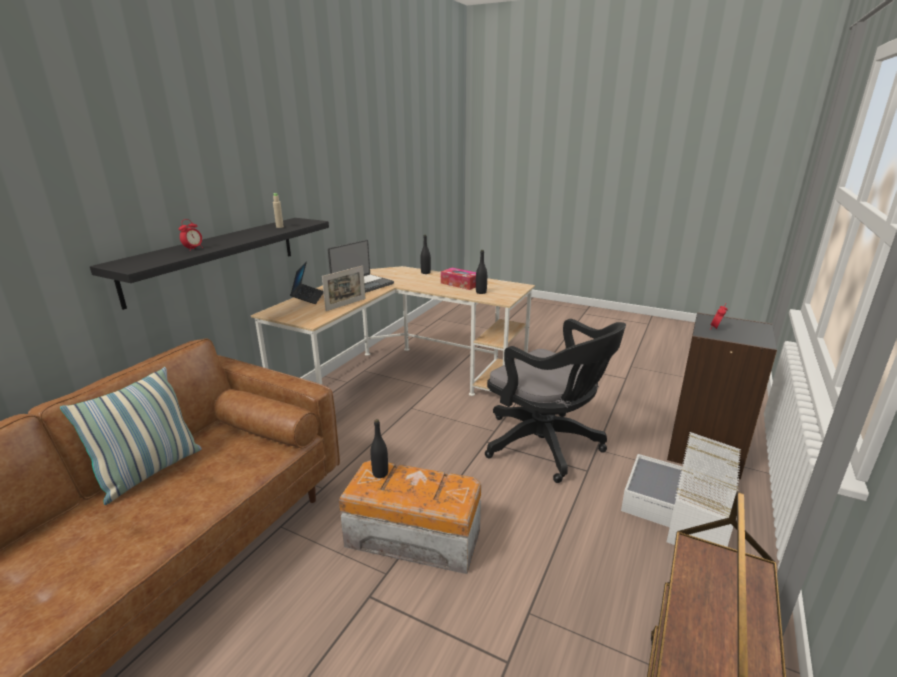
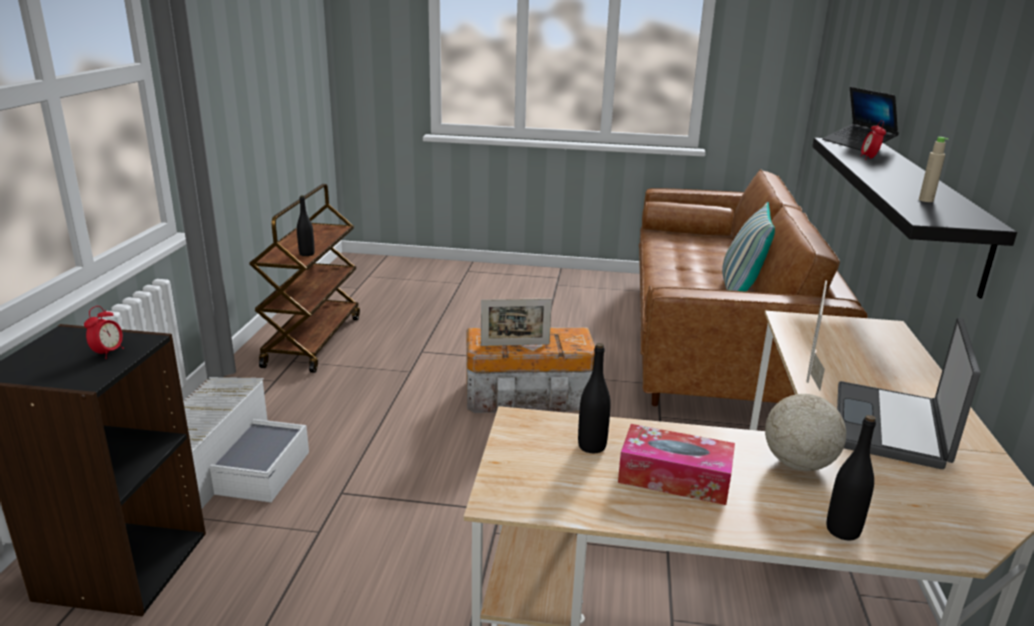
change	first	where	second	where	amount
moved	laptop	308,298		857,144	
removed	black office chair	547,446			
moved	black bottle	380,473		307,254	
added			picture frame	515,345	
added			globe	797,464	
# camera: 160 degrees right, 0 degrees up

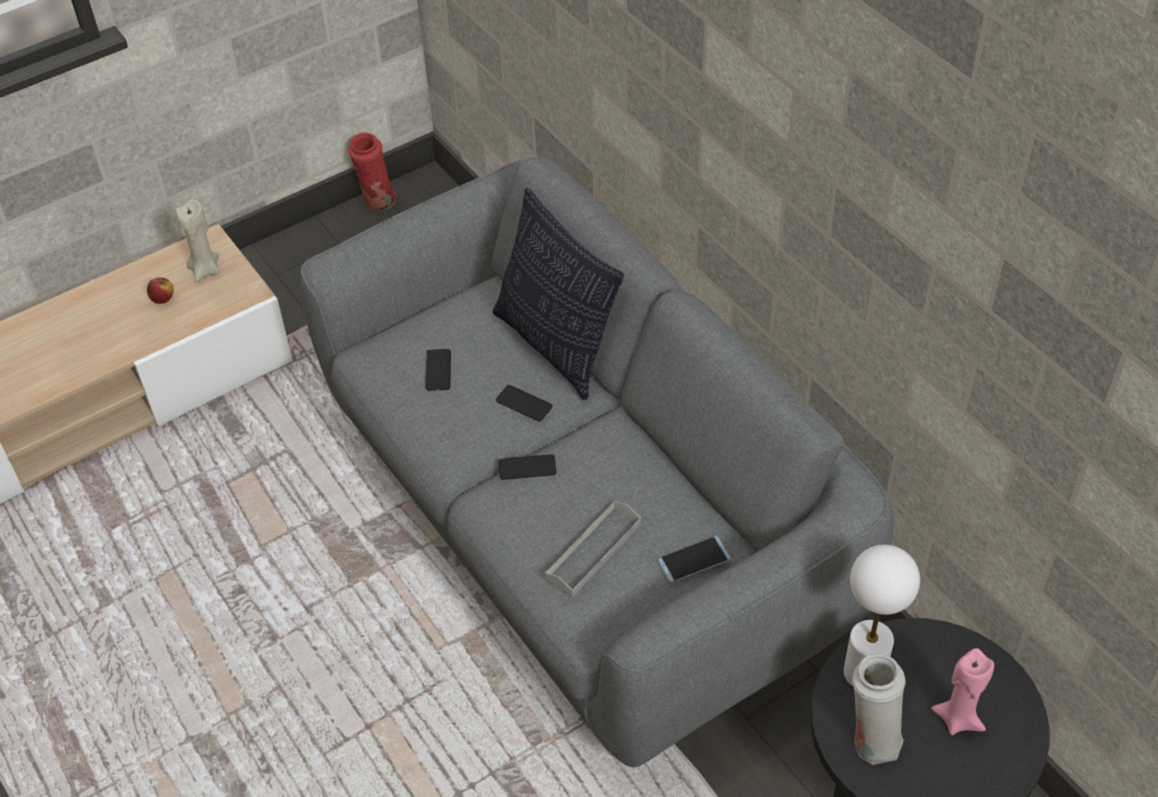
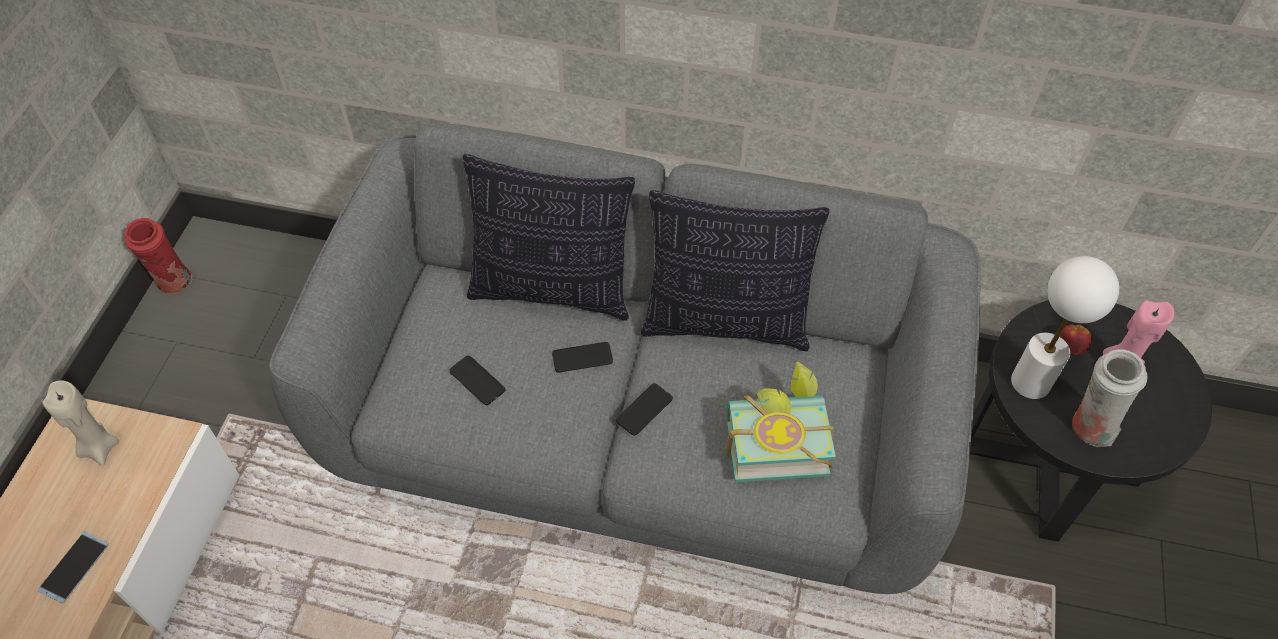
change	first	where	second	where	amount
moved	apple	163,299		1069,347	
replaced	grey tray	593,551	book	774,438	
moved	phone	693,560		74,567	
added			pillow	726,323	
# camera: 45 degrees left, 5 degrees up

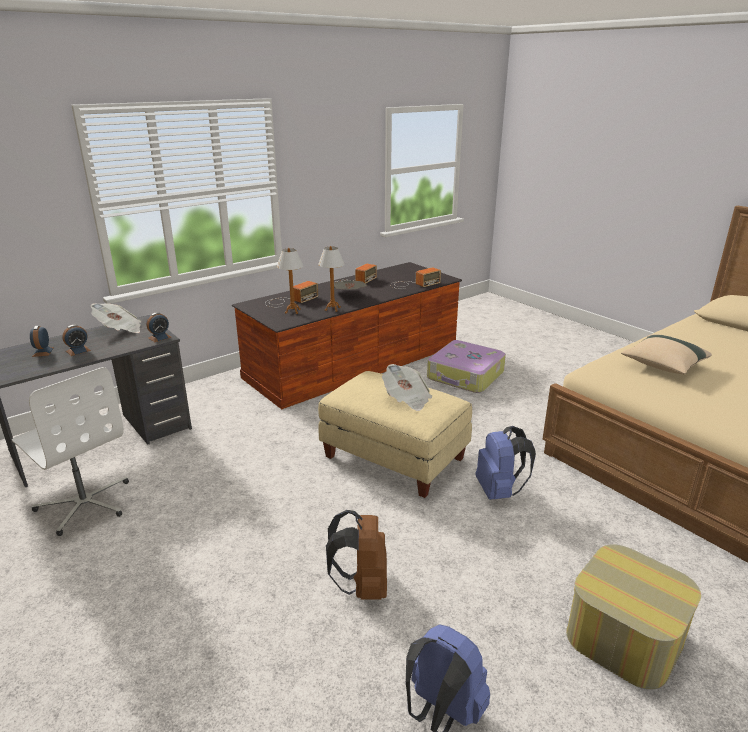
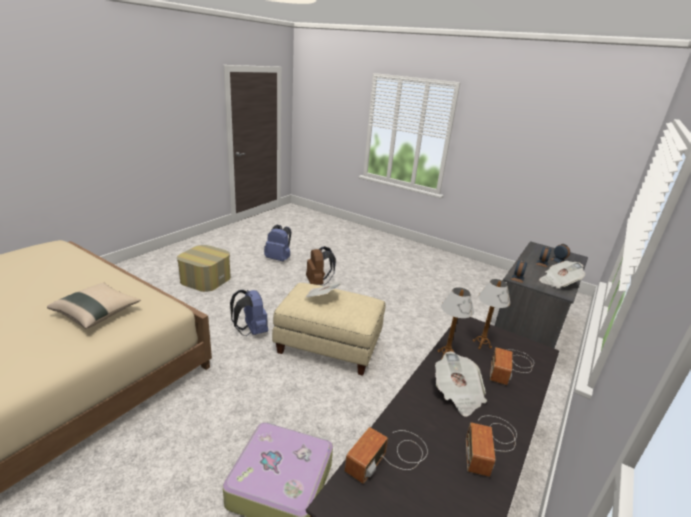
change	first	where	second	where	amount
removed	white office chair	85,503			
# camera: 160 degrees right, 0 degrees up

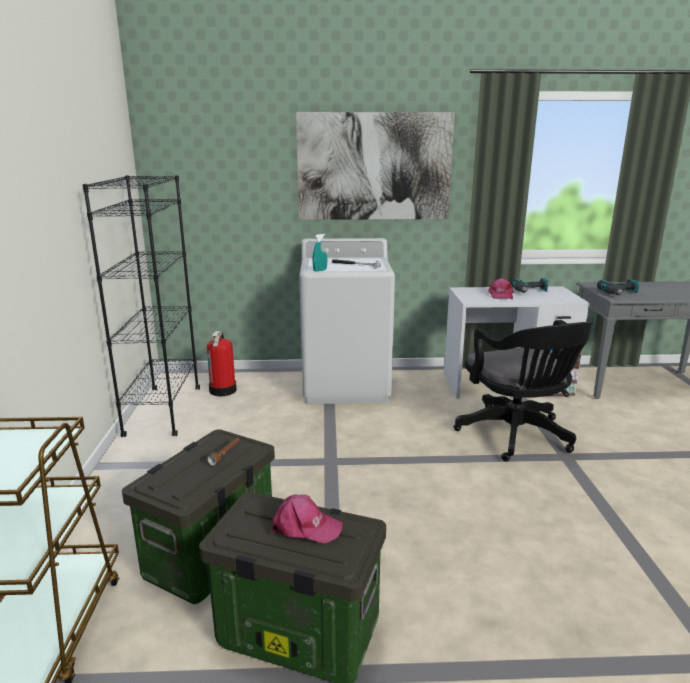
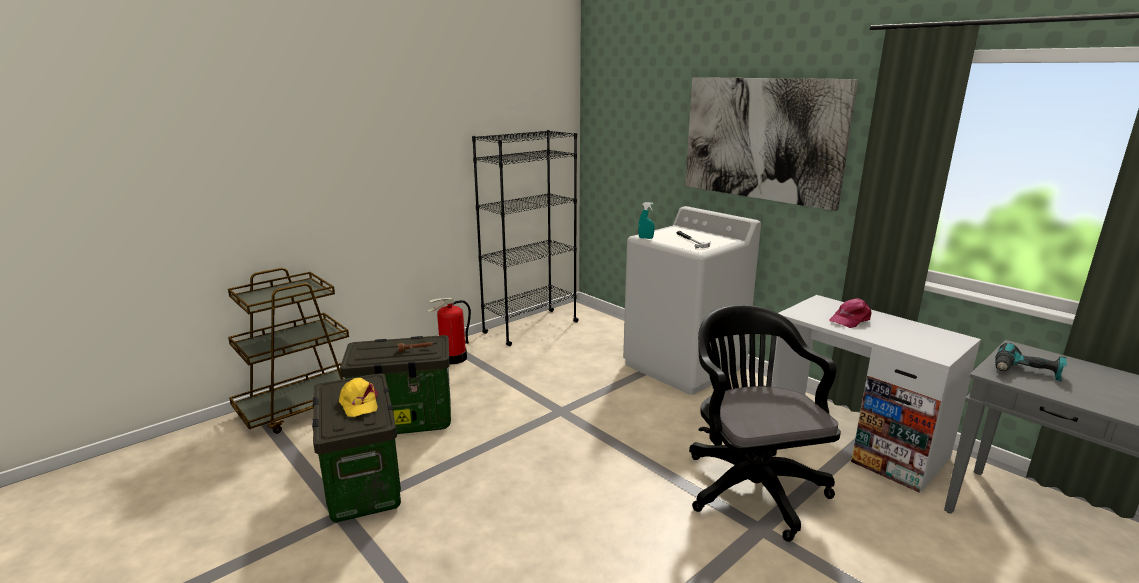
change	first	where	second	where	amount
removed	power drill	530,291			
turned	black office chair	517,436		750,484	135 degrees clockwise
moved	fire extinguisher	223,390		453,358	
recoloured	pink cap	305,527	yellow cap	359,403	
# camera: 50 degrees right, 0 degrees up

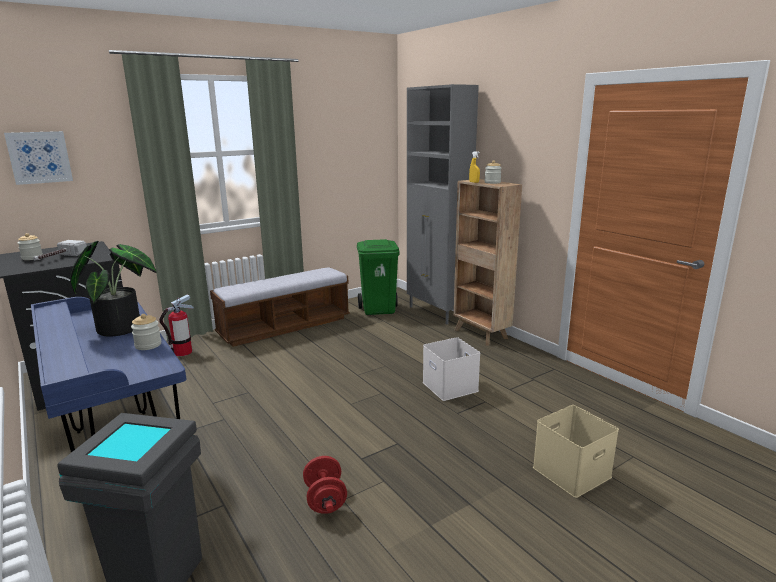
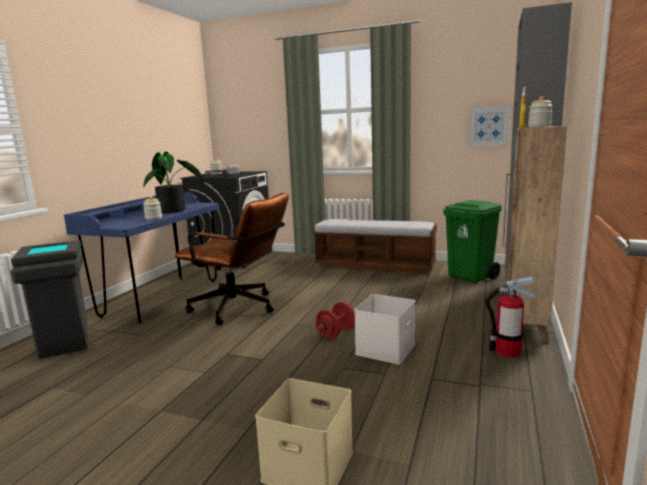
change	first	where	second	where	amount
moved	picture	39,157		488,126	
moved	fire extinguisher	182,352		507,351	
moved	red dumbbell	325,499		336,333	
added			brown office chair	240,308	
# camera: 55 degrees right, 5 degrees down

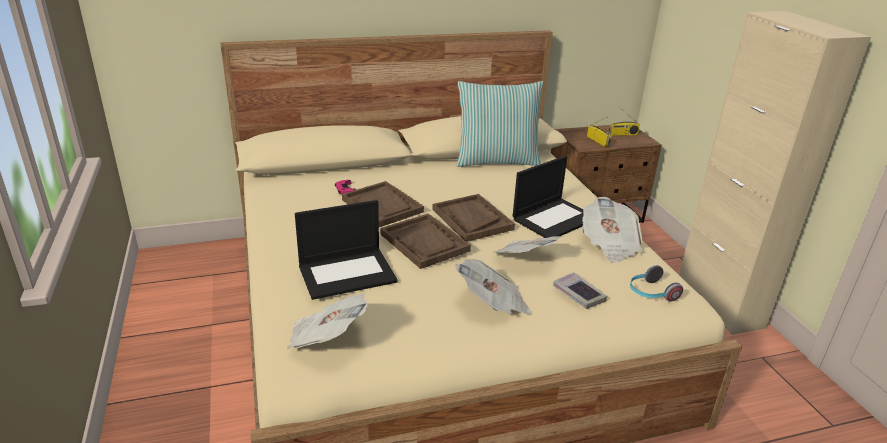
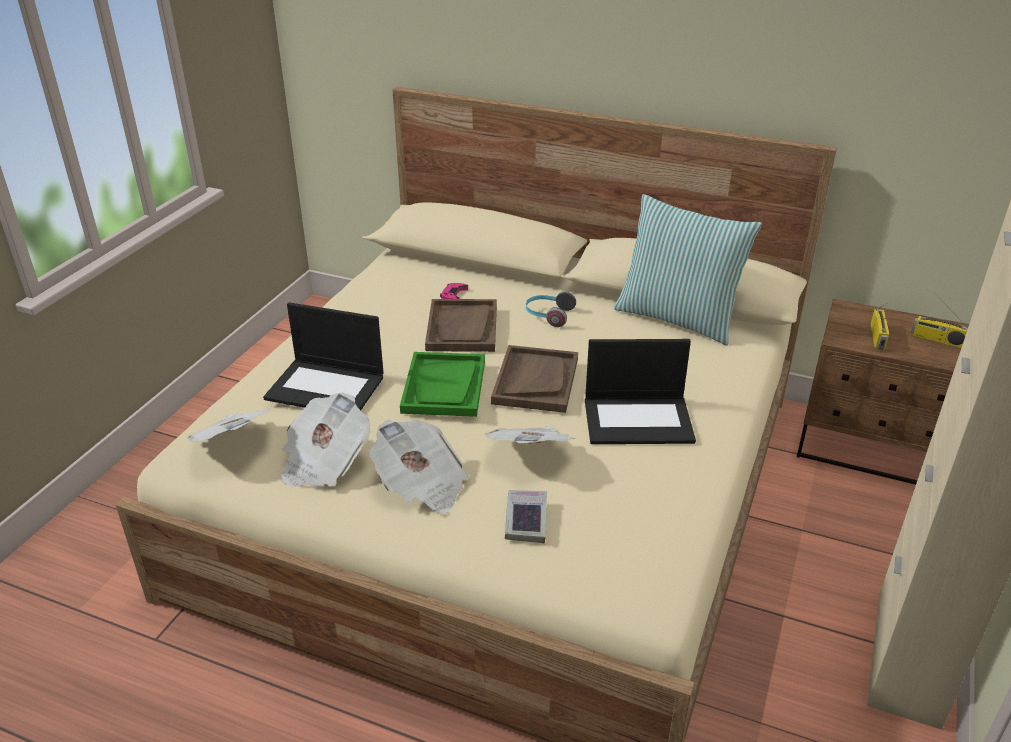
change	first	where	second	where	amount
moved	newspaper	609,245		324,462	
recoloured	brown tray	424,242	green tray	444,387	
moved	headphones	650,293		548,316	
# camera: 40 degrees right, 5 degrees up

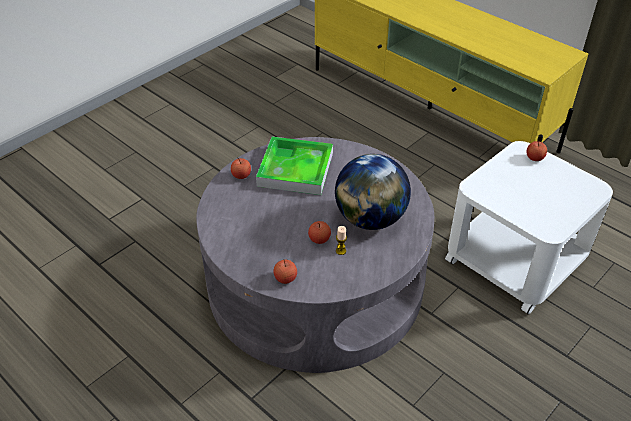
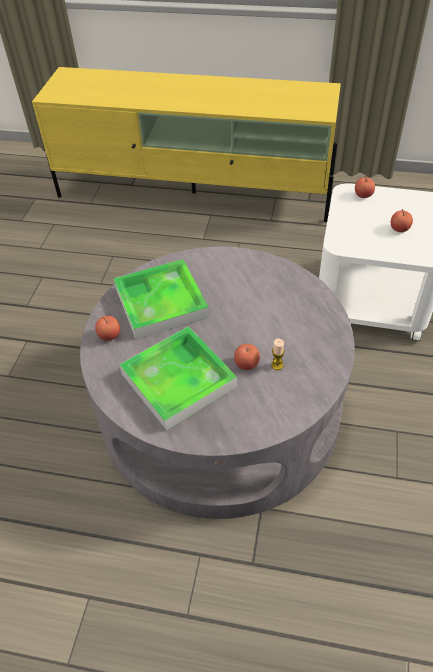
change	first	where	second	where	amount
removed	globe	370,219			
moved	apple	285,278		399,229	
added			tray	178,380	
# camera: 30 degrees left, 5 degrees up

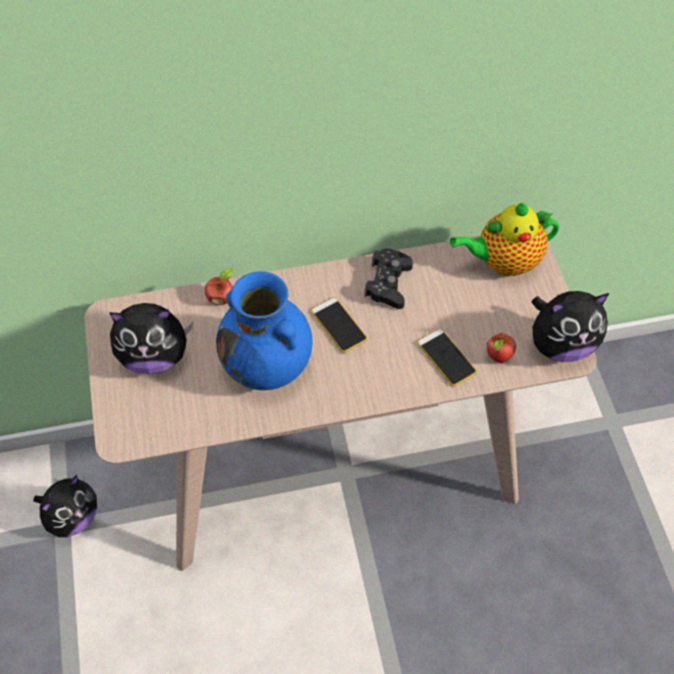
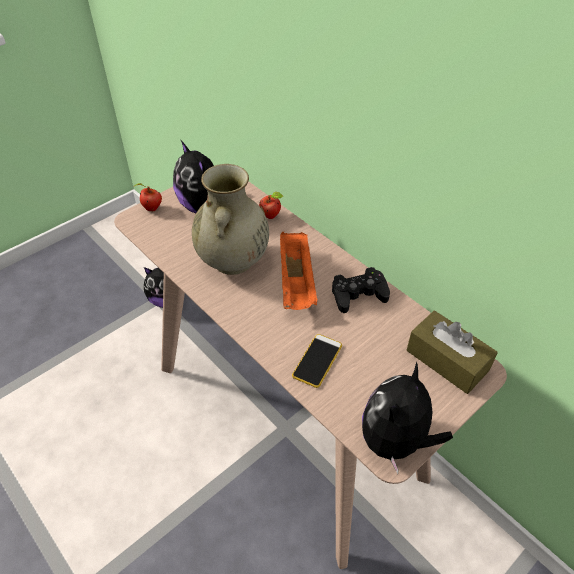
change	first	where	second	where	amount
replaced	teapot	503,262	brown tissue box	447,360	
recoloured	blue vase	268,367	beige vase	233,261	
turned	plush toy	560,345		396,441	75 degrees clockwise
replaced	phone	338,325	orange tray	297,283	
moved	apple	498,358		151,209	
# camera: 60 degrees right, 10 degrees down

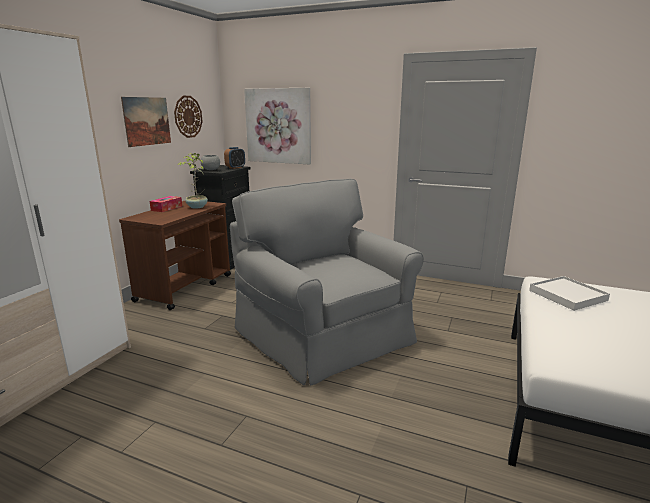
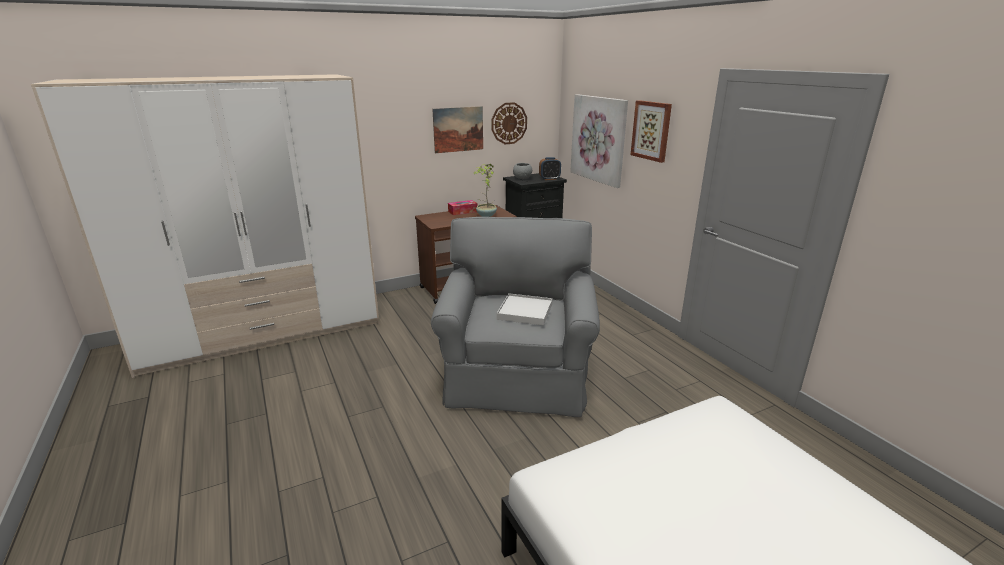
change	first	where	second	where	amount
moved	white tray	568,295		525,312	
added			picture	651,130	
# camera: 40 degrees right, 5 degrees up

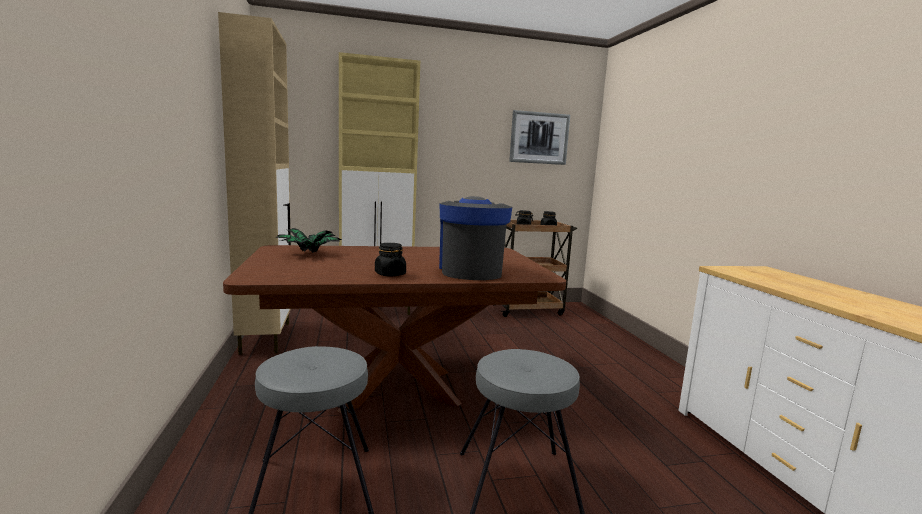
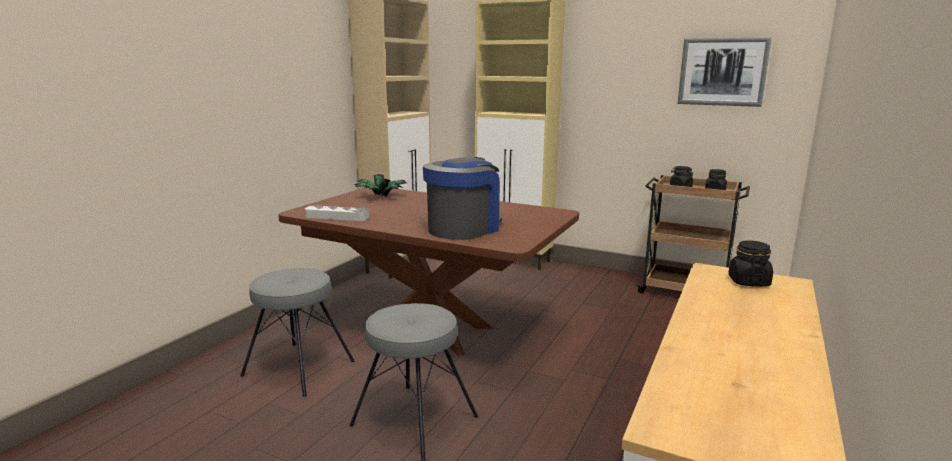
change	first	where	second	where	amount
moved	black jar	390,274		748,282	
added			grey tray	337,217	
# camera: 40 degrees right, 5 degrees up

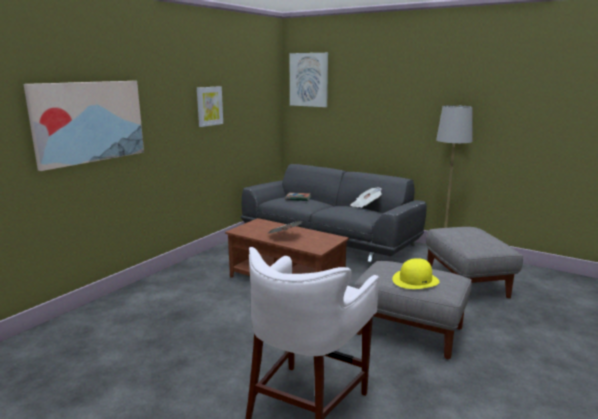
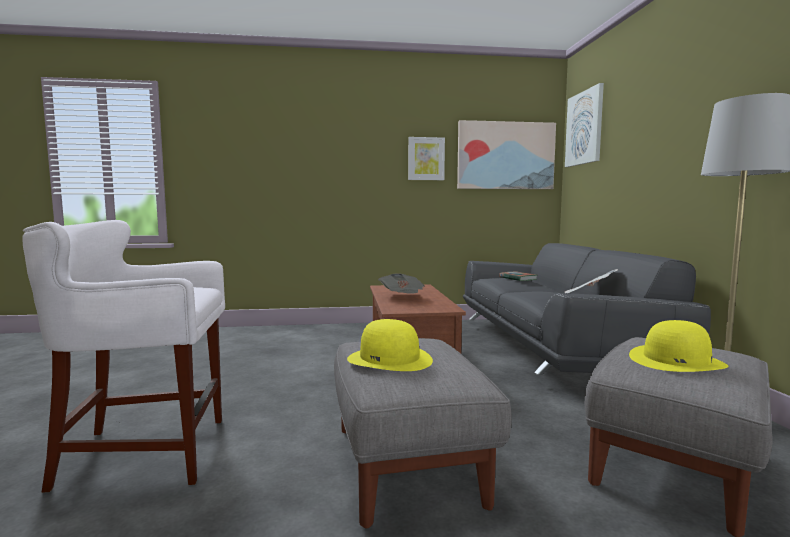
change	first	where	second	where	amount
moved	picture	89,122		505,156	
added			yellow hat	676,360	
# camera: 50 degrees right, 10 degrees down

